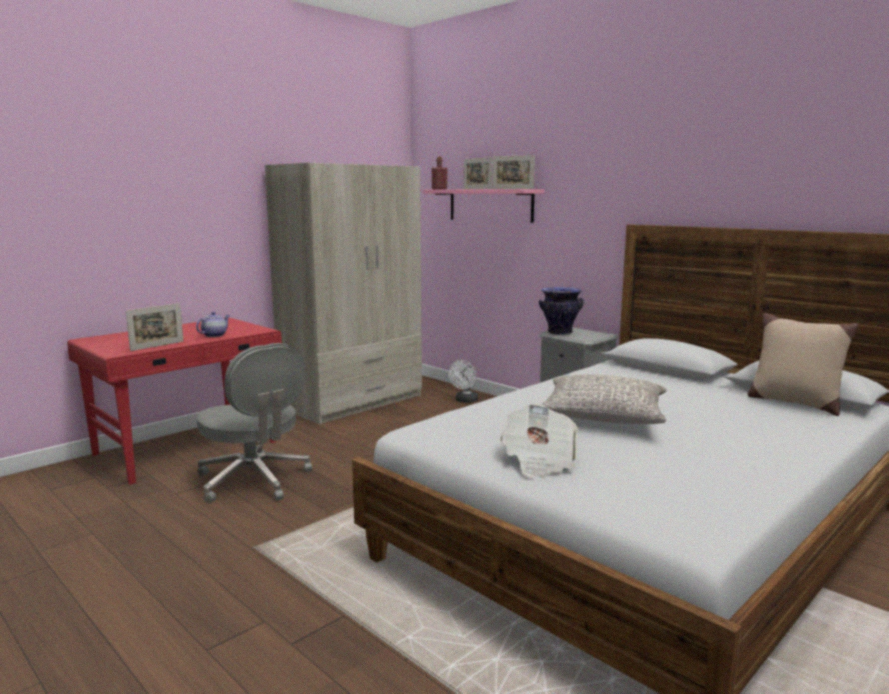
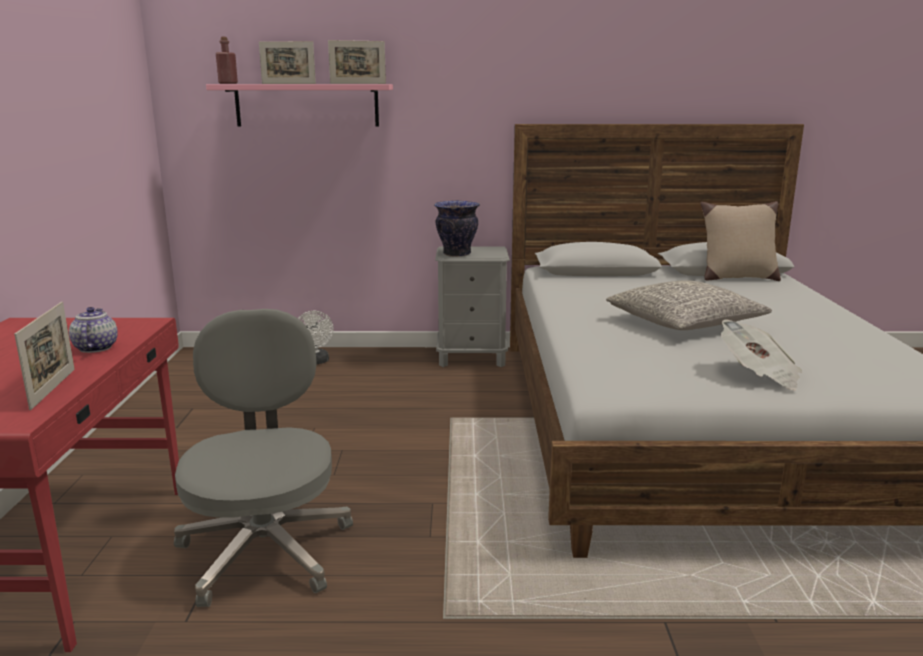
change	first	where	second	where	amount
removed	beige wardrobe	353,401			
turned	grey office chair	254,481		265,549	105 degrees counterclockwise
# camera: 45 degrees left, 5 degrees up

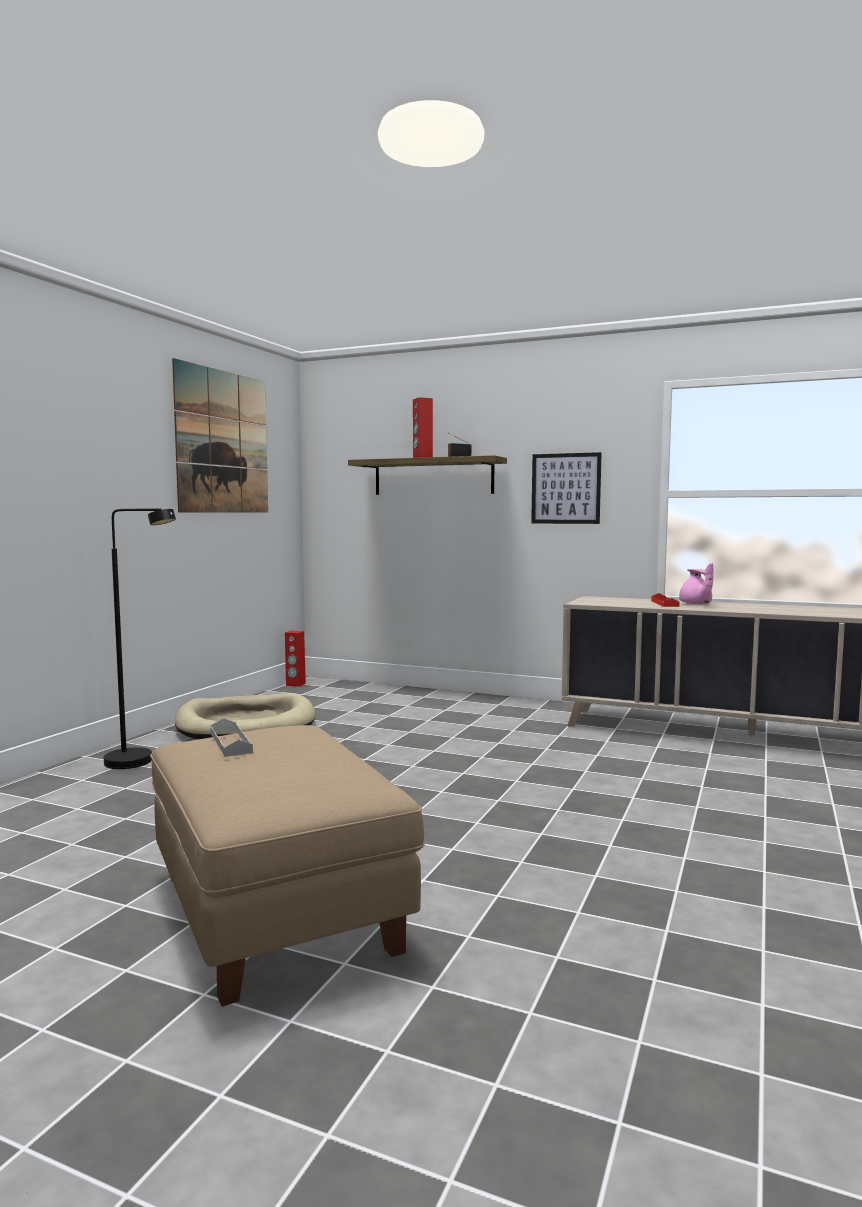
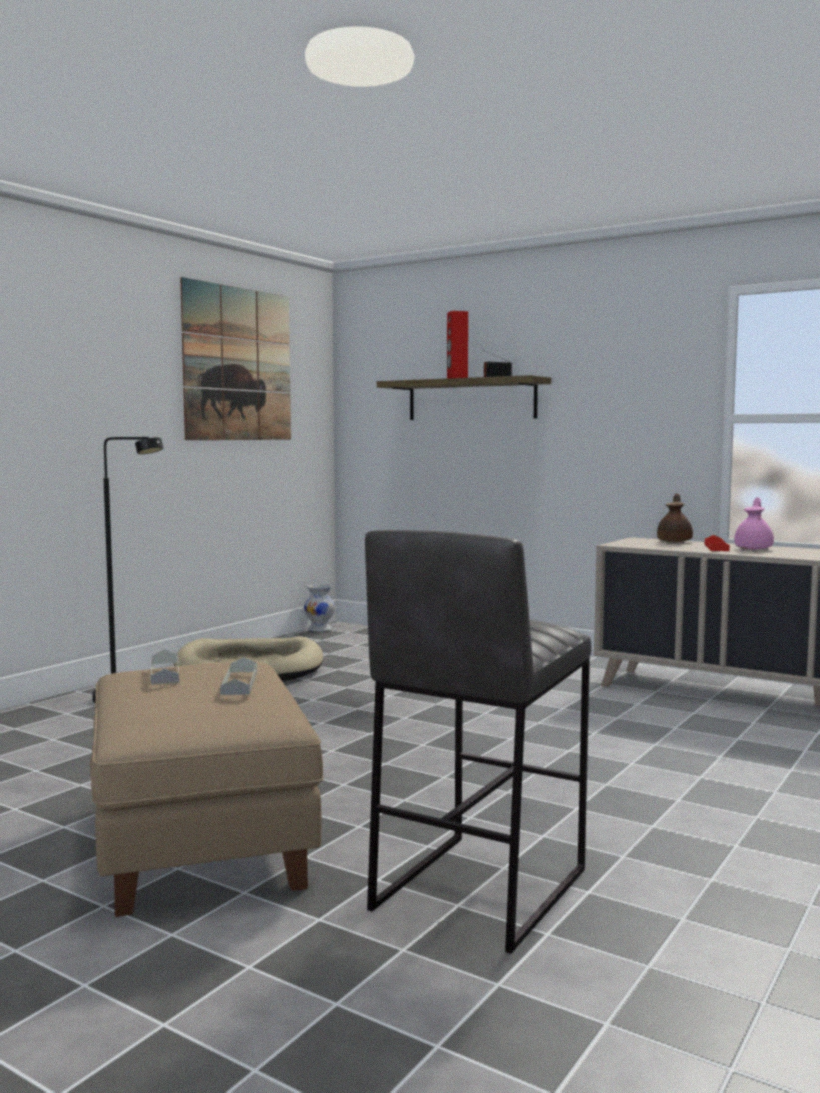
change	first	where	second	where	amount
removed	picture	565,488			
turned	pink teapot	696,604		754,548	150 degrees counterclockwise
replaced	red speaker	295,684	white vase	320,629	
added			brown teapot	675,541	
added			grey stool	477,889	
added			grey tray	239,682	
# camera: 10 degrees right, 0 degrees up

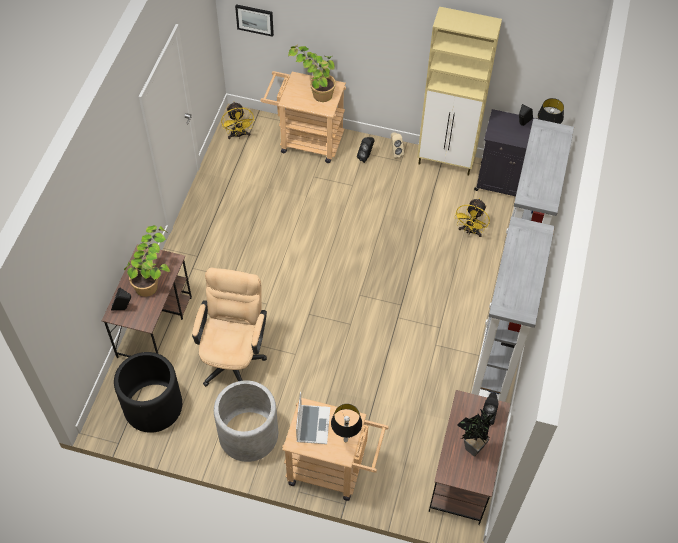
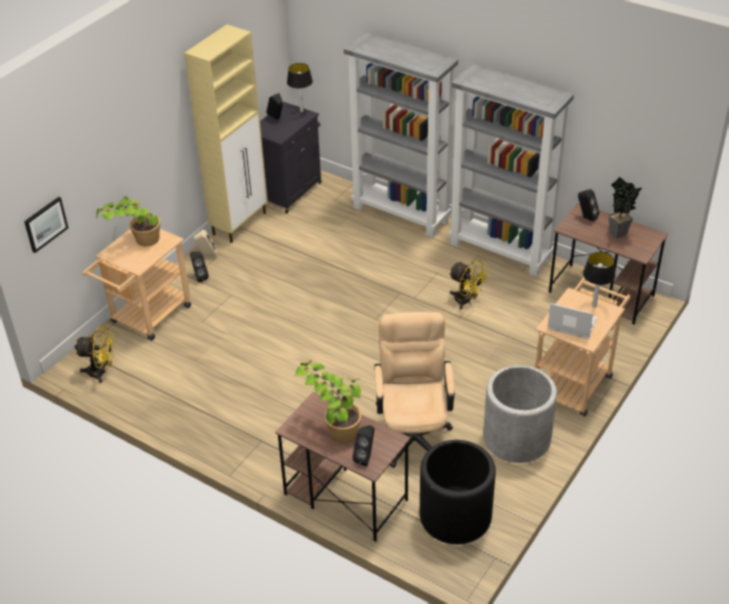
change	first	where	second	where	amount
moved	yellow fan	470,231		466,301	
turned	beige office chair	234,356		413,432	60 degrees clockwise
# camera: 70 degrees left, 15 degrees down

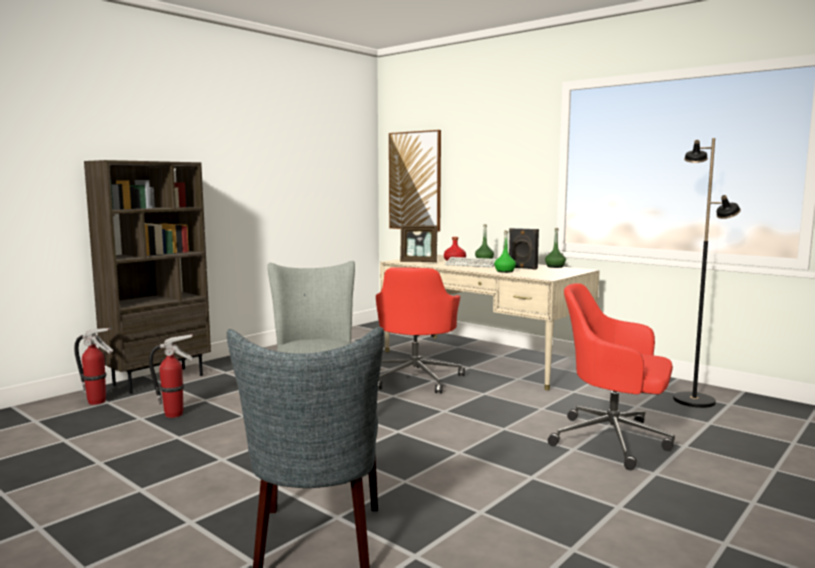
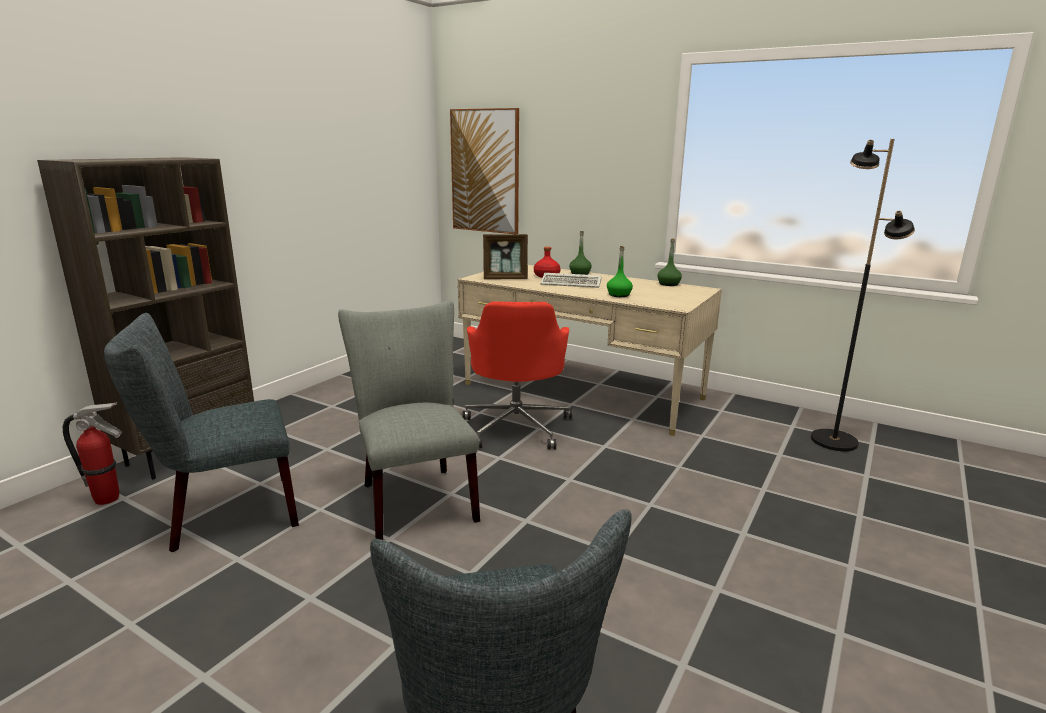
change	first	where	second	where	amount
removed	black speaker	522,268			
removed	red office chair	613,441			
replaced	fire extinguisher	175,414	grey chair	224,515	
# camera: 10 degrees left, 10 degrees up

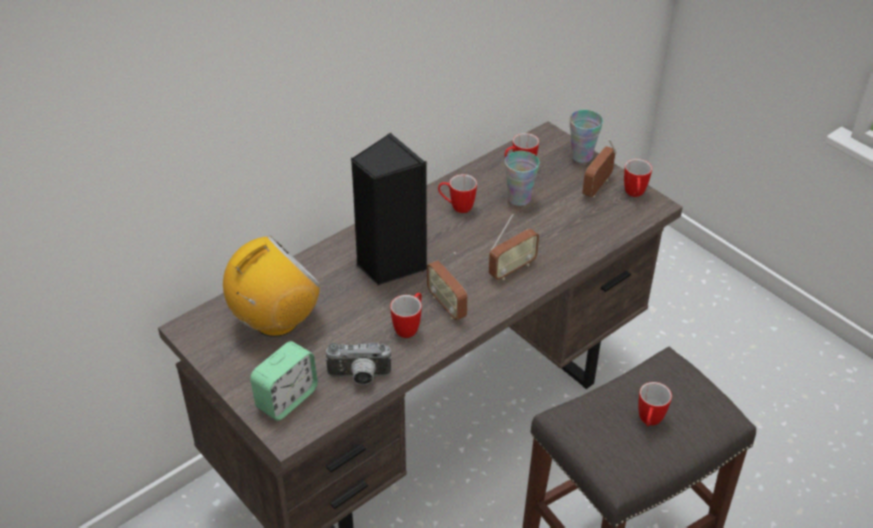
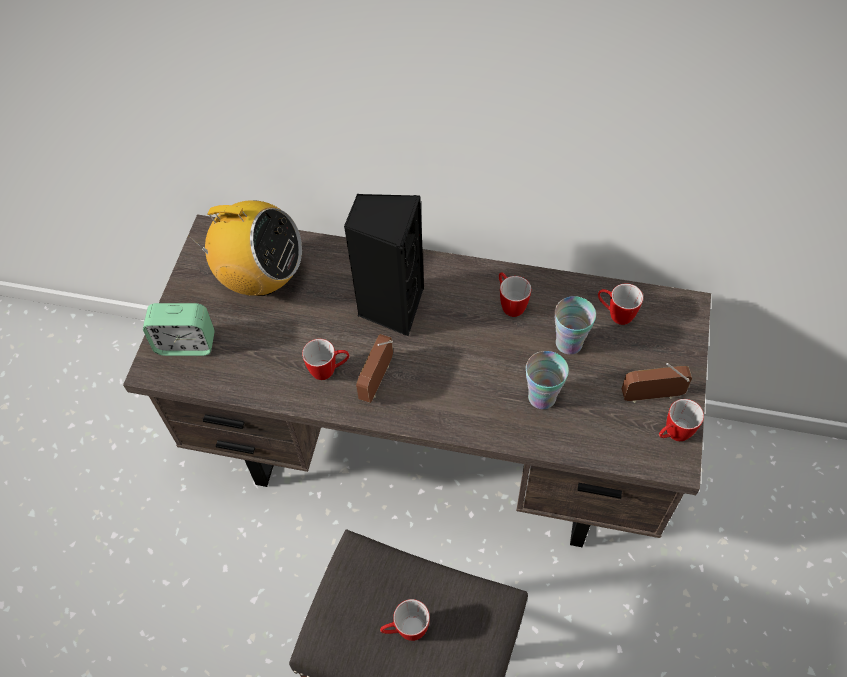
change	first	where	second	where	amount
moved	cup	581,156		542,397	
removed	radio	512,269			
removed	photo camera	359,377			
# camera: 55 degrees right, 15 degrees up

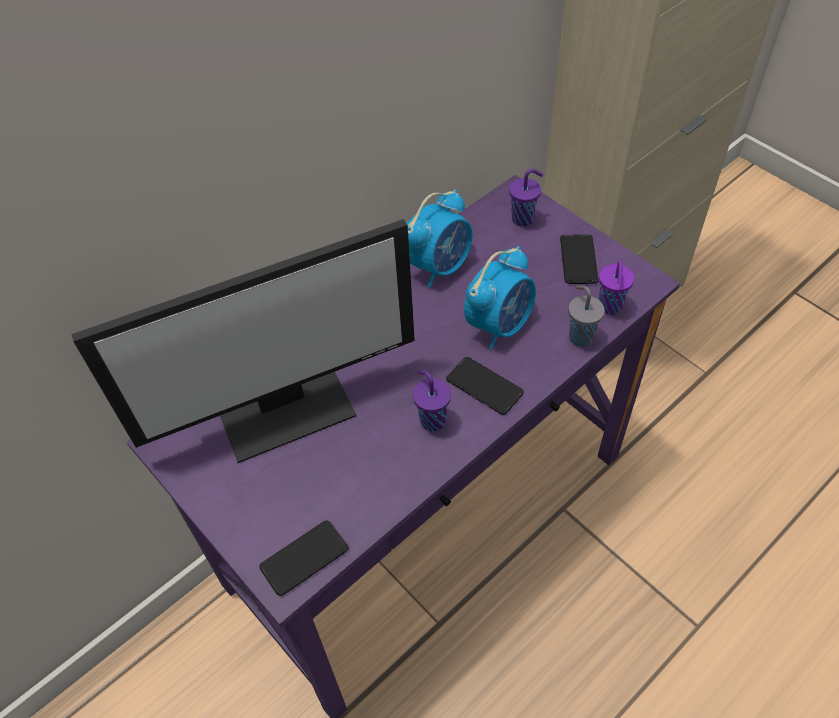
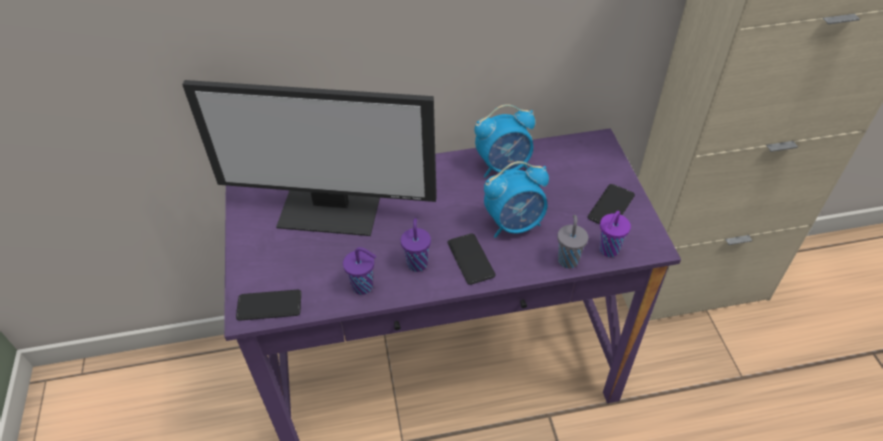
change	first	where	second	where	amount
moved	purple cup	523,219		364,287	
# camera: 30 degrees right, 5 degrees down

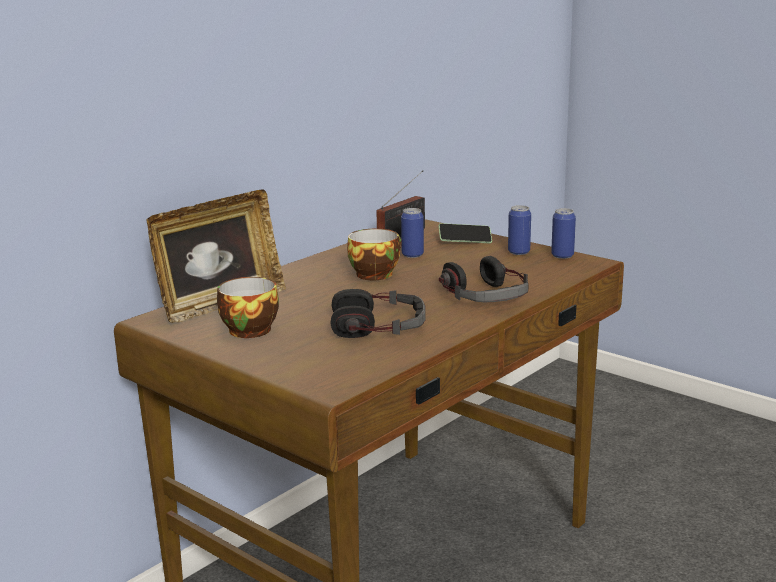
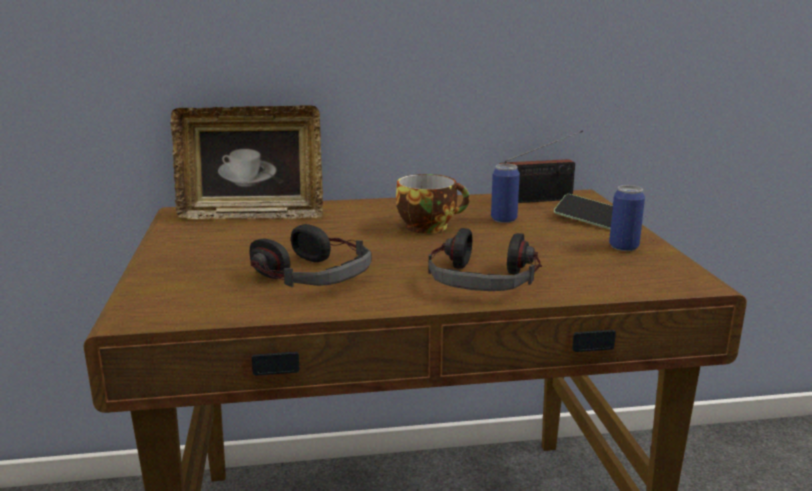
change	first	where	second	where	amount
removed	can	562,256			
removed	cup	248,329			
# camera: 40 degrees right, 0 degrees up

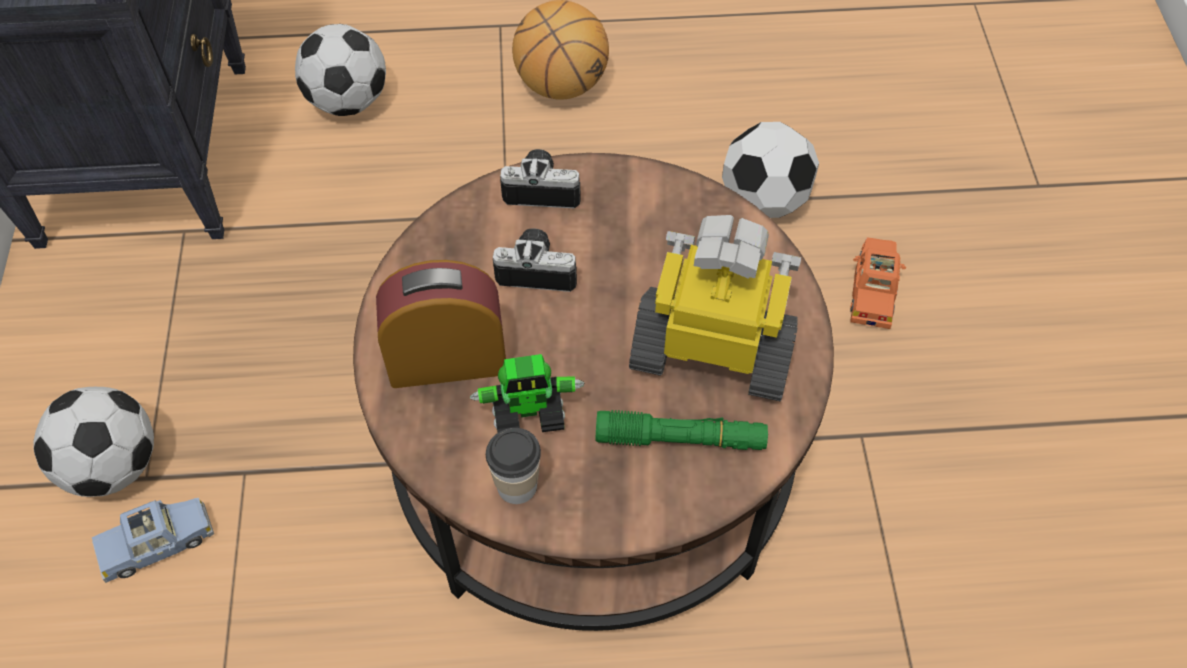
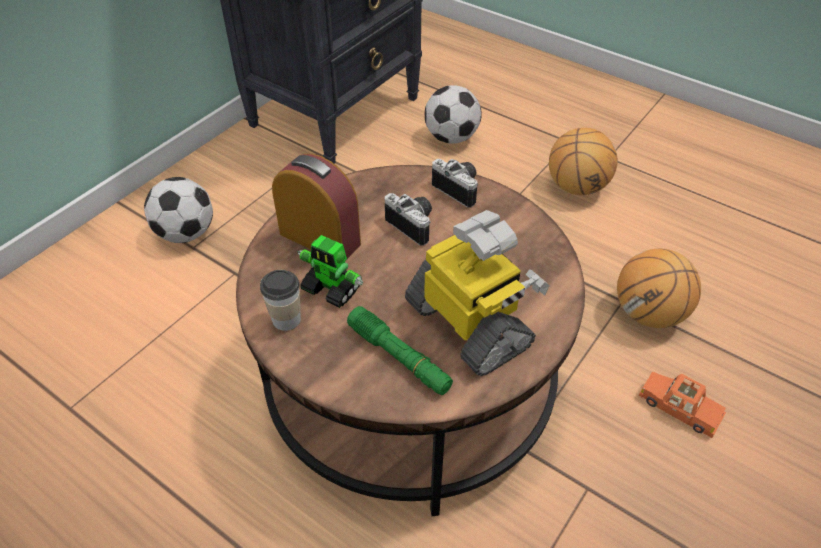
change	first	where	second	where	amount
replaced	football	764,200	basketball	649,314	
turned	orange toy car	873,289		679,408	105 degrees counterclockwise
removed	blue toy car	157,543			
# camera: 40 degrees right, 10 degrees down

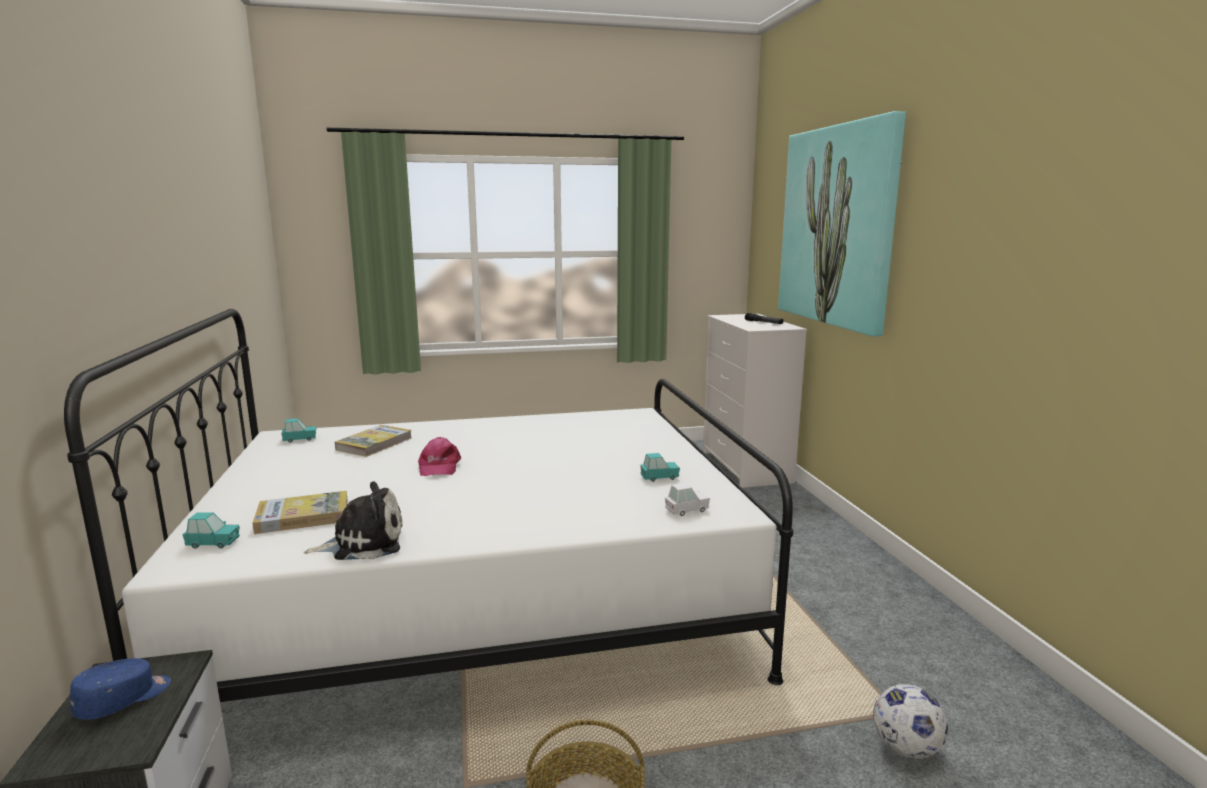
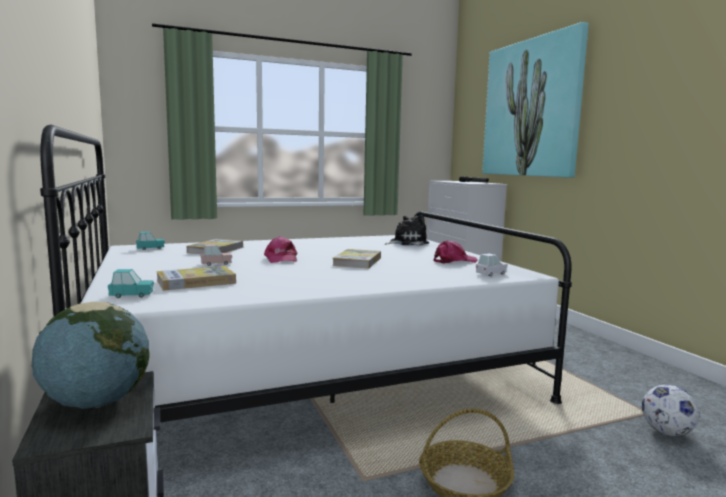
change	first	where	second	where	amount
replaced	turquoise toy car	659,477	pink cap	454,261	
moved	plush toy	363,543		406,243	
replaced	blue cap	124,699	globe	96,402	
added			pink toy car	216,264	
added			book	357,261	
# camera: 10 degrees left, 5 degrees down

